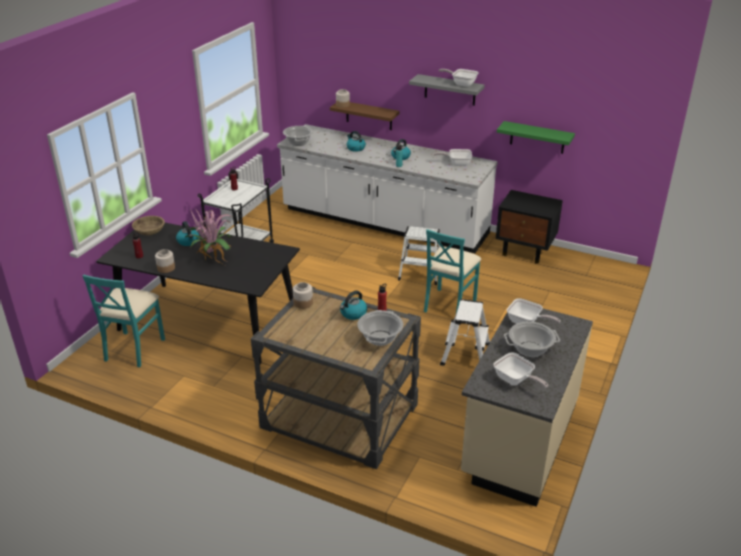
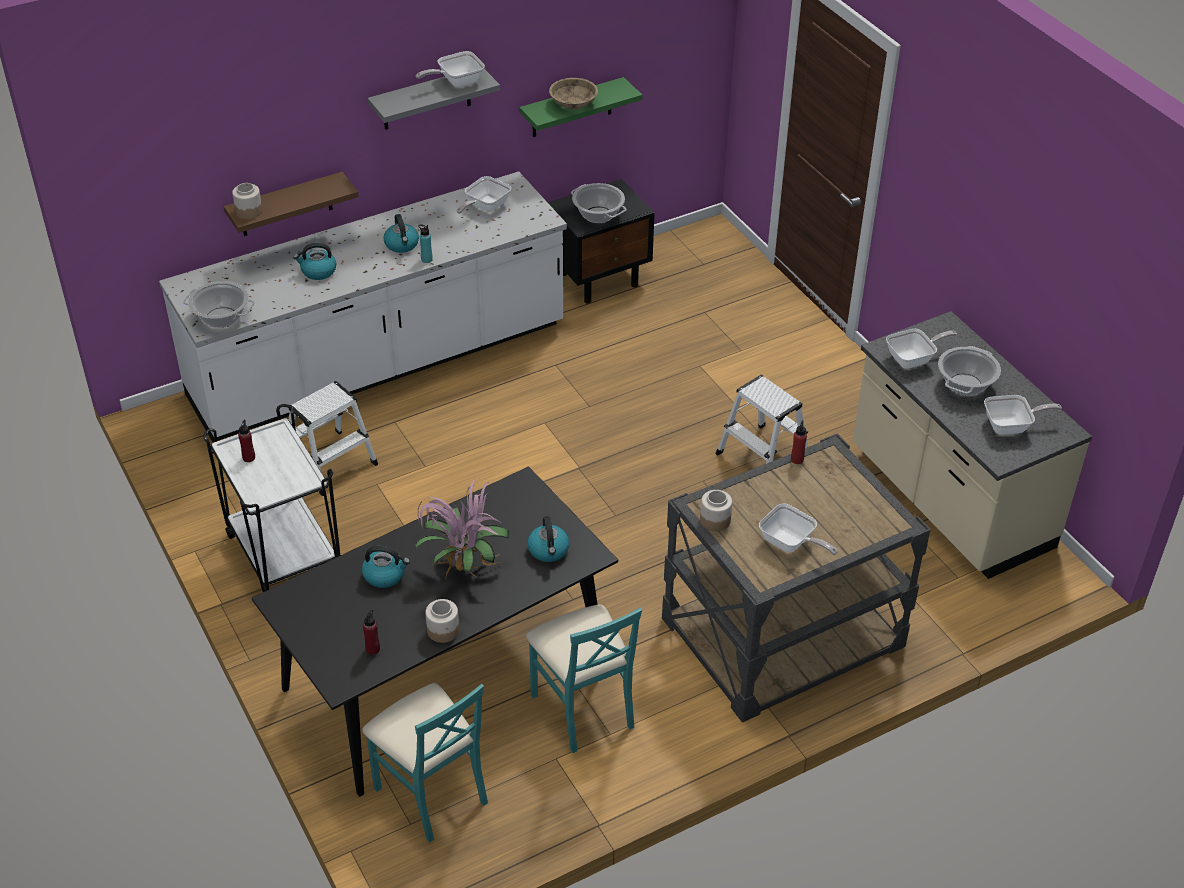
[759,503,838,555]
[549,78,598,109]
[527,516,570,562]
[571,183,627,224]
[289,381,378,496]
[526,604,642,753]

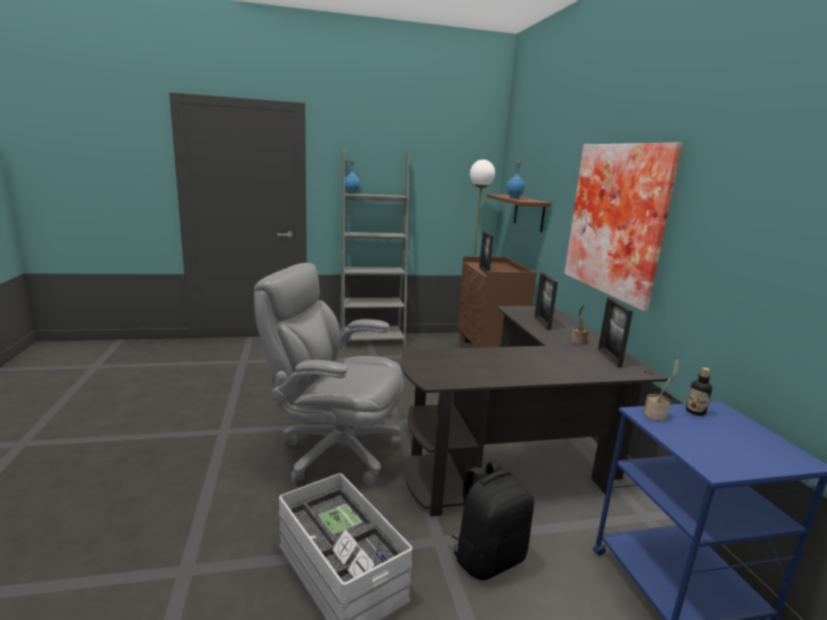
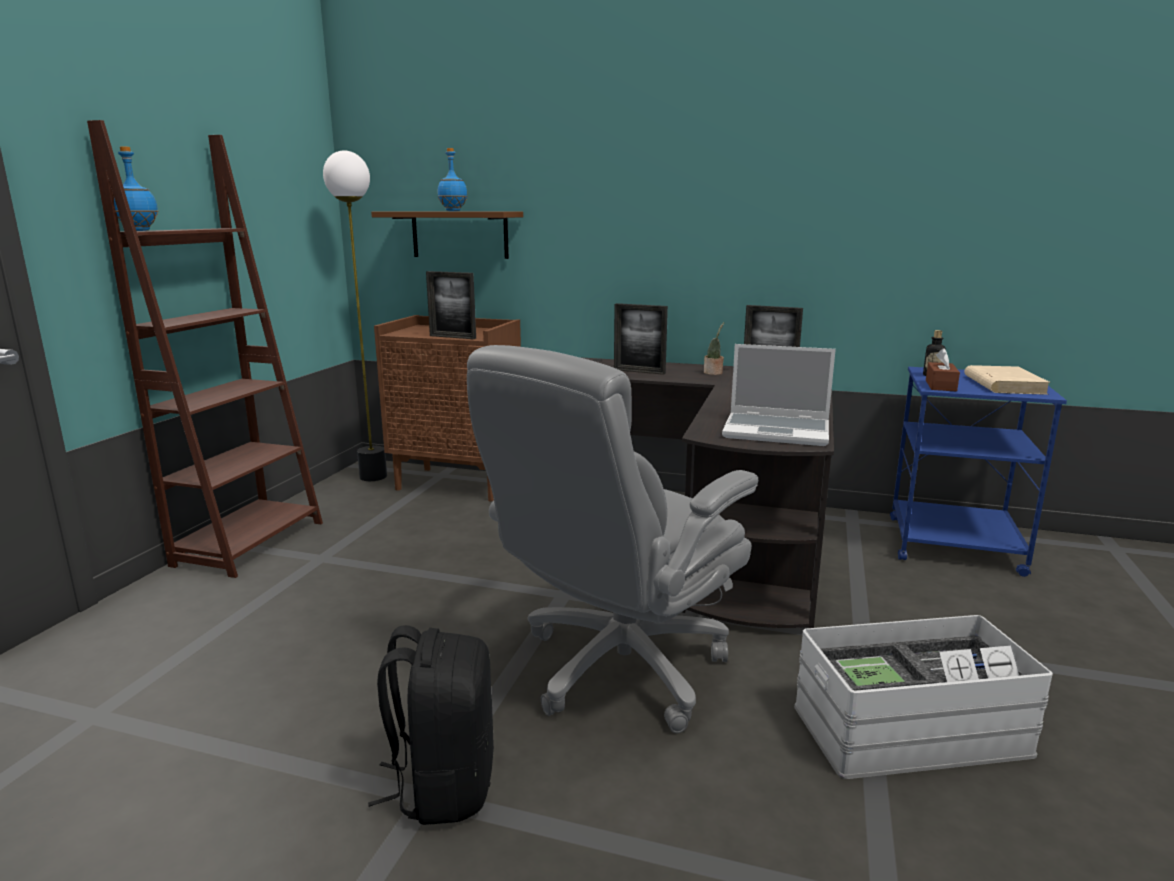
[564,143,682,311] (first image)
[722,344,836,446]
[964,365,1051,395]
[368,625,494,825]
[926,348,960,392]
[87,120,323,578]

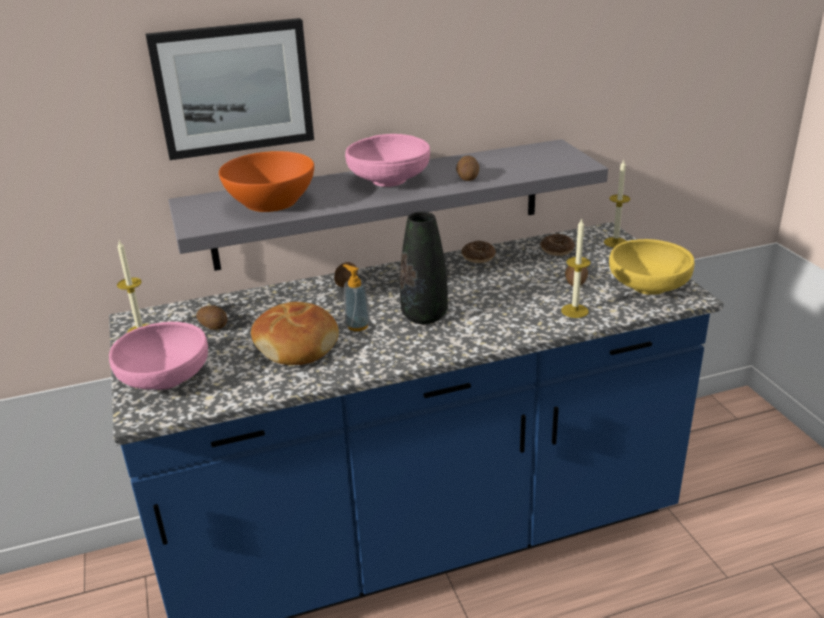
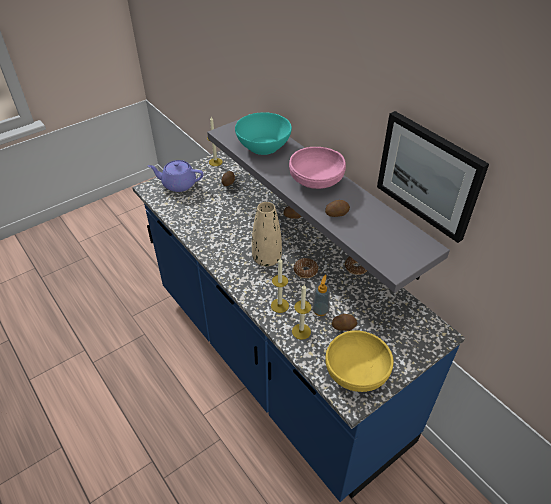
[251,302,339,365] (first image)
[377,111,489,243]
[312,275,330,316]
[294,258,318,278]
[271,258,289,313]
[148,160,204,192]
[235,112,292,155]
[252,202,282,266]

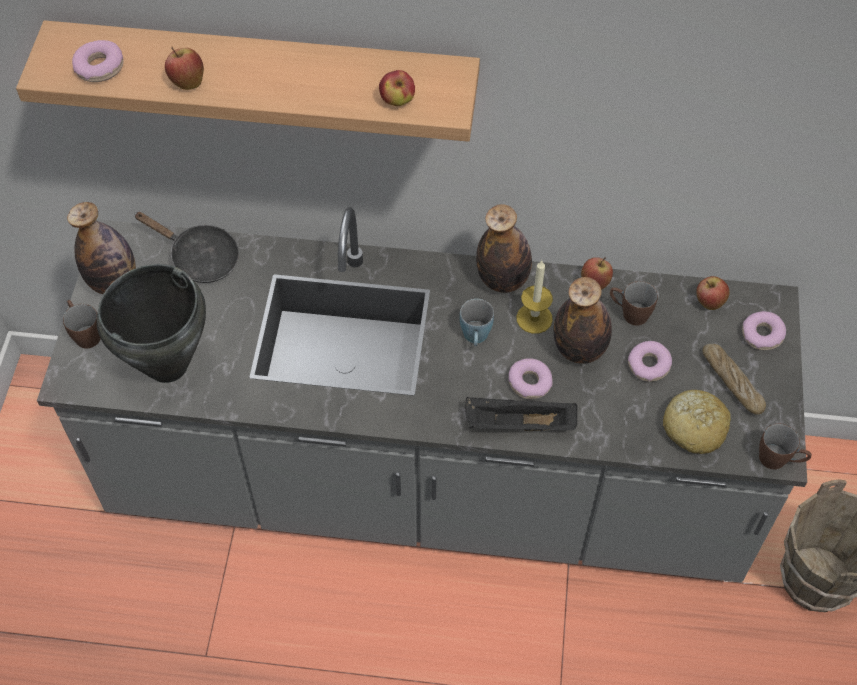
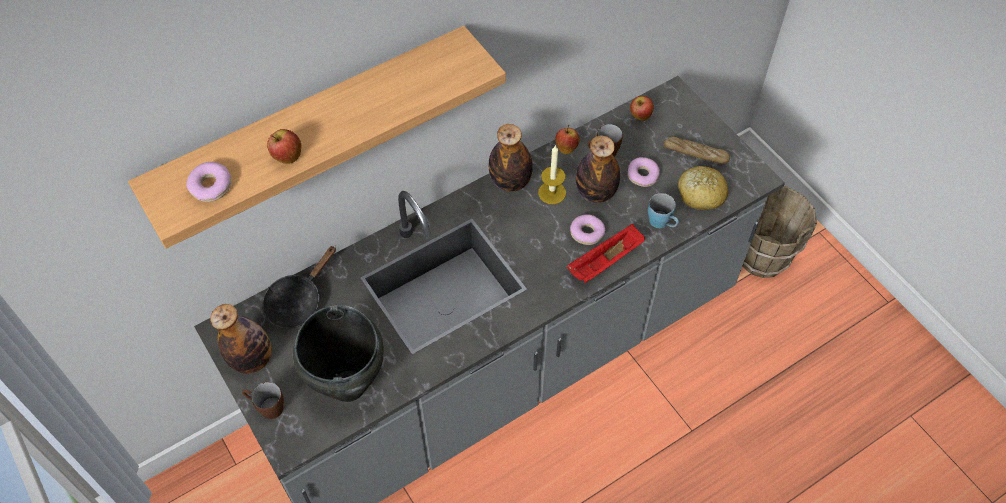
[379,70,415,106] (first image)
[742,311,786,350] (first image)
[759,424,812,469] (first image)
[648,193,679,228]
[566,224,645,283]
[263,245,336,329]

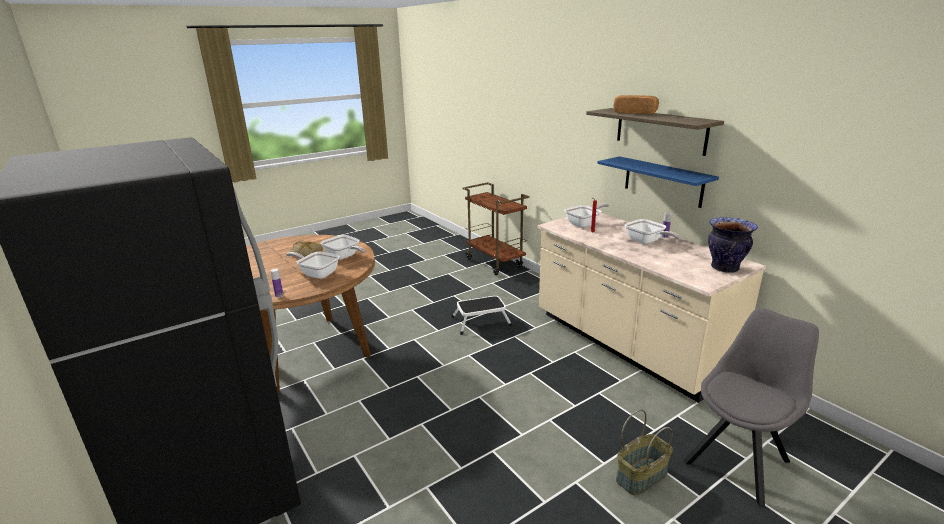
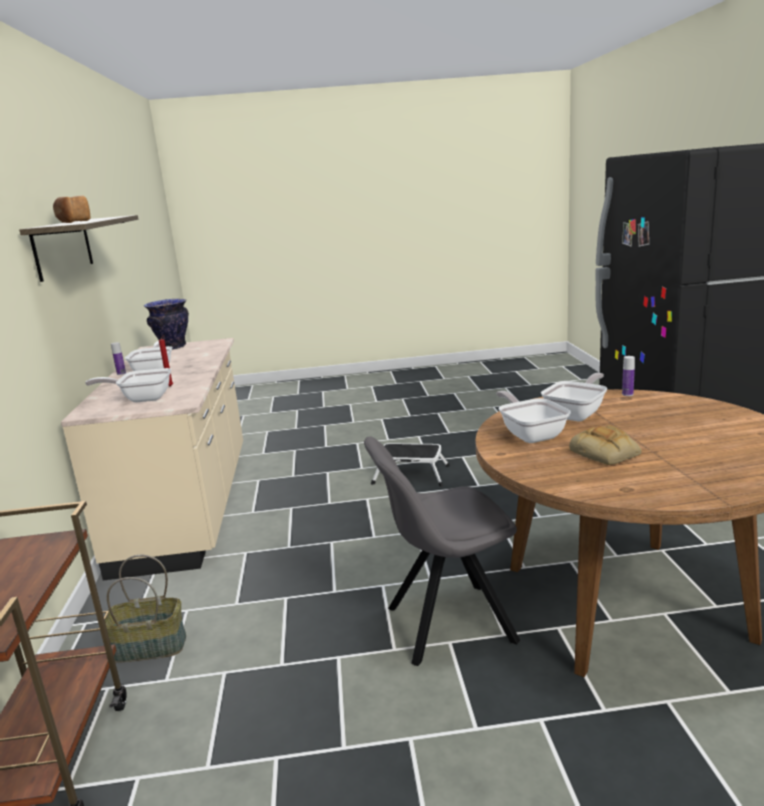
[597,156,719,208] (first image)
[371,443,450,487]
[104,555,186,663]
[364,436,520,666]
[541,373,608,422]

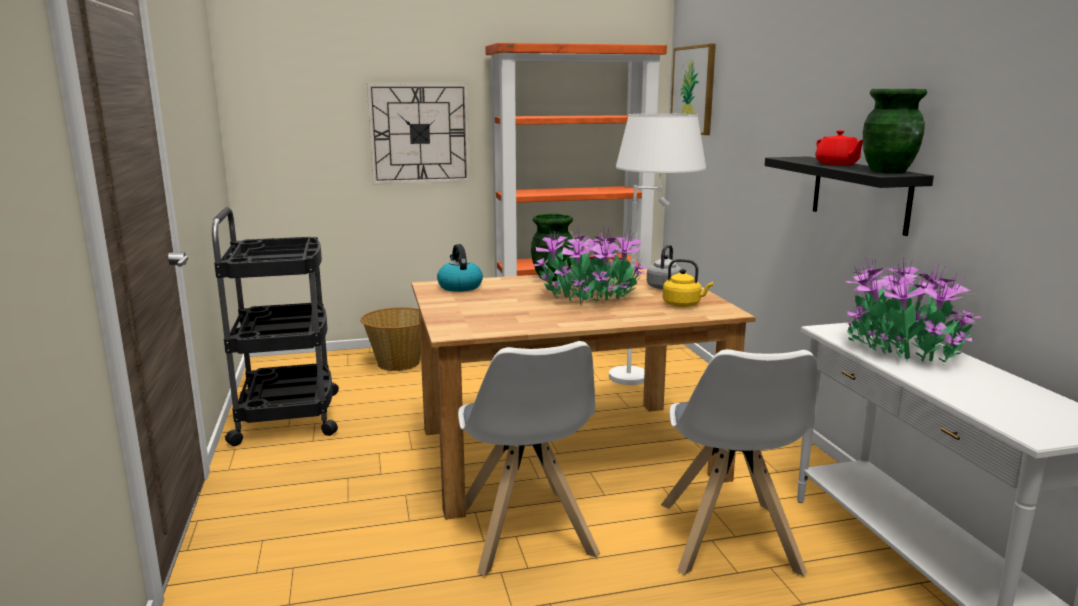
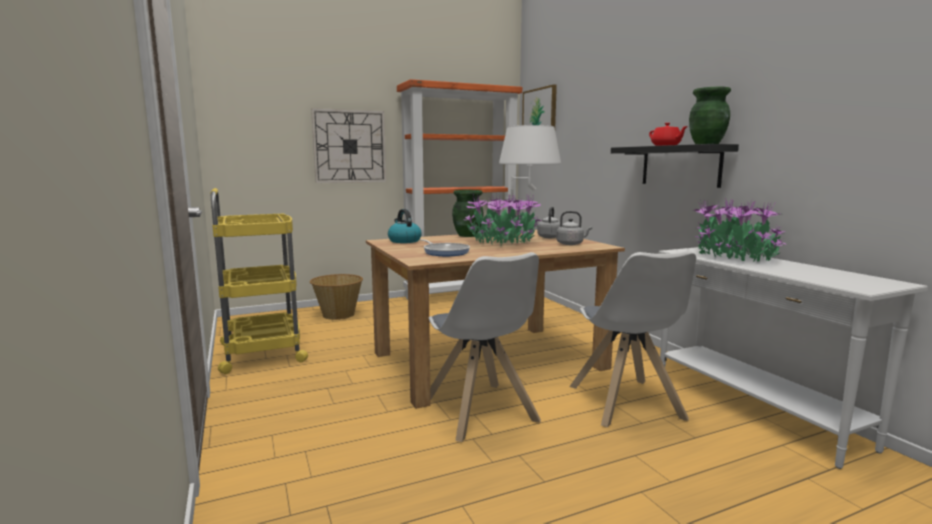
[420,239,470,256]
[210,188,308,374]
[556,211,592,245]

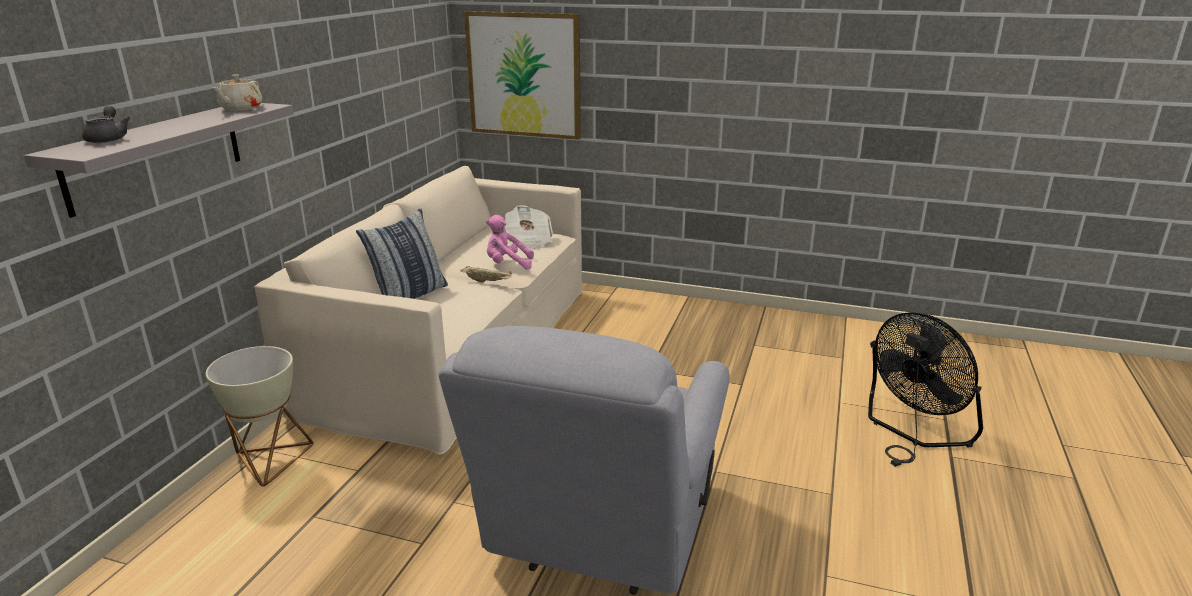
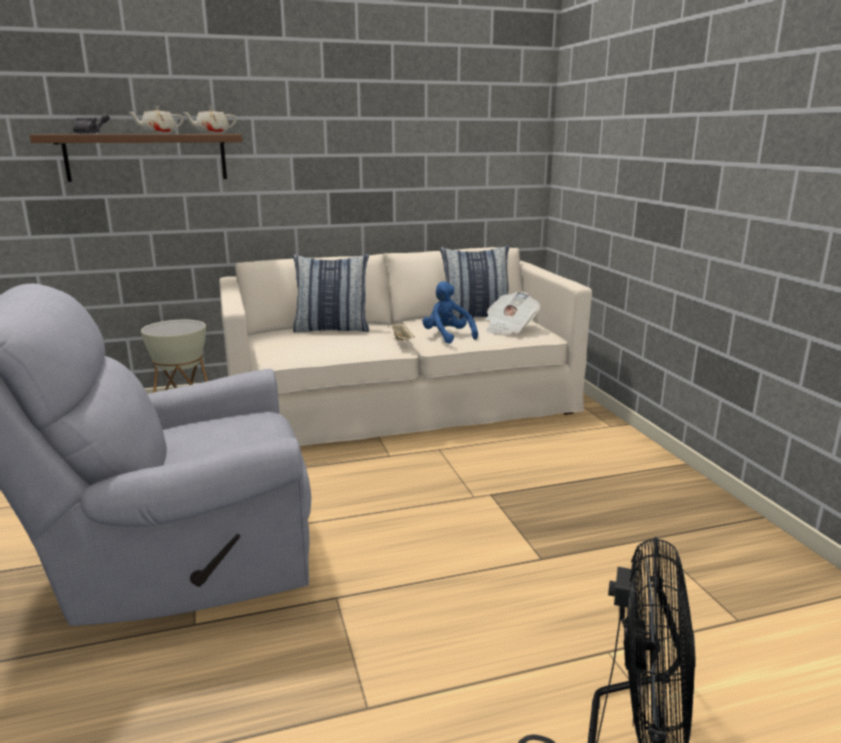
[464,11,581,140] (first image)
[128,106,184,134]
[440,245,509,319]
[30,134,242,182]
[422,281,478,344]

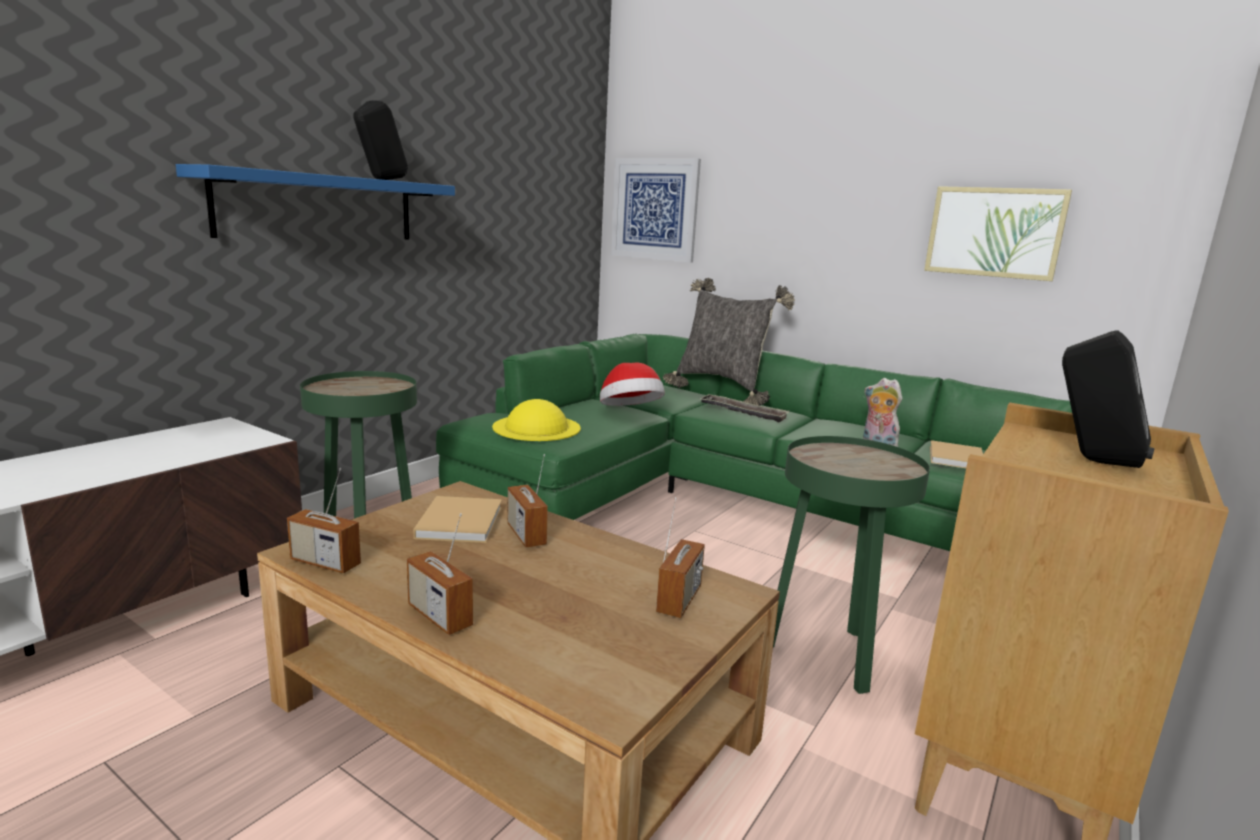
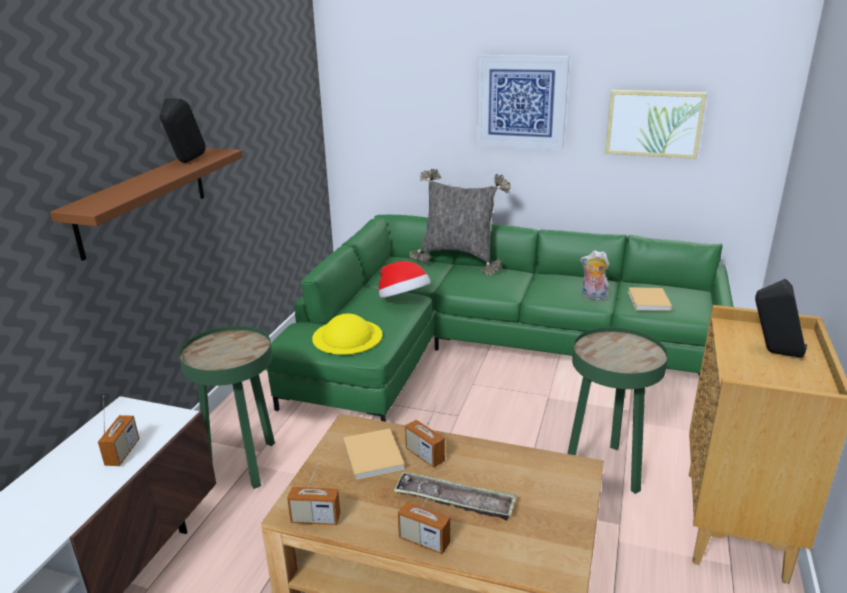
[476,55,569,150]
[98,395,139,466]
[394,472,516,520]
[50,148,243,261]

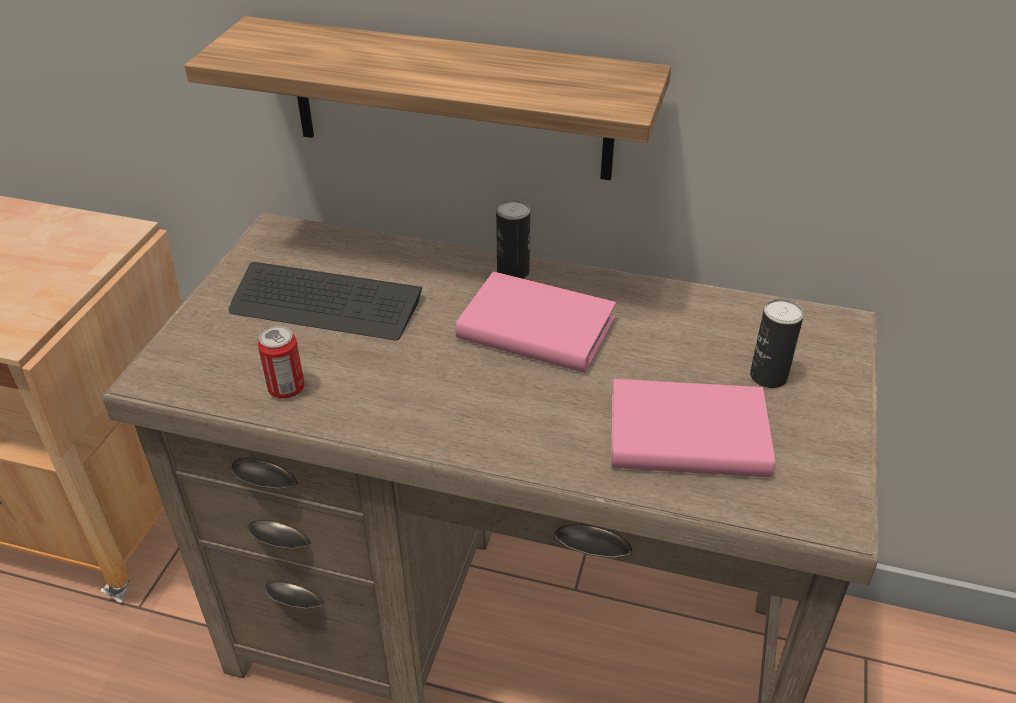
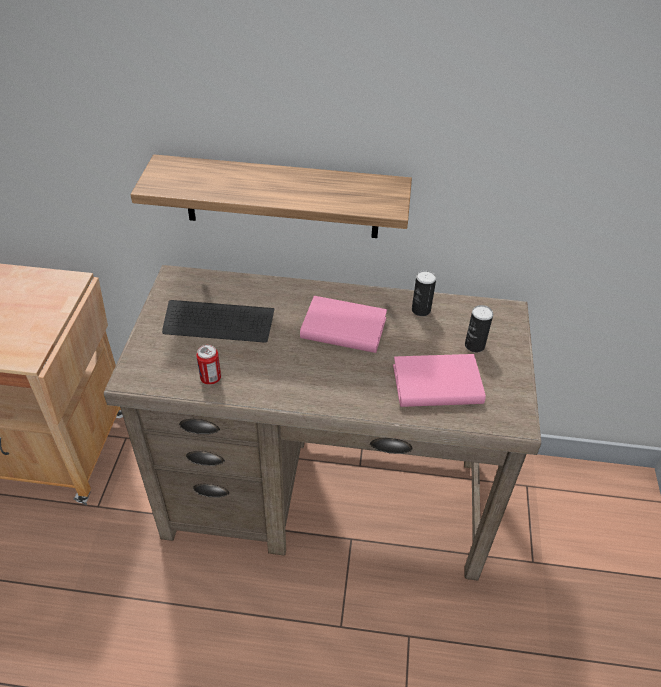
[412,270,436,316]

